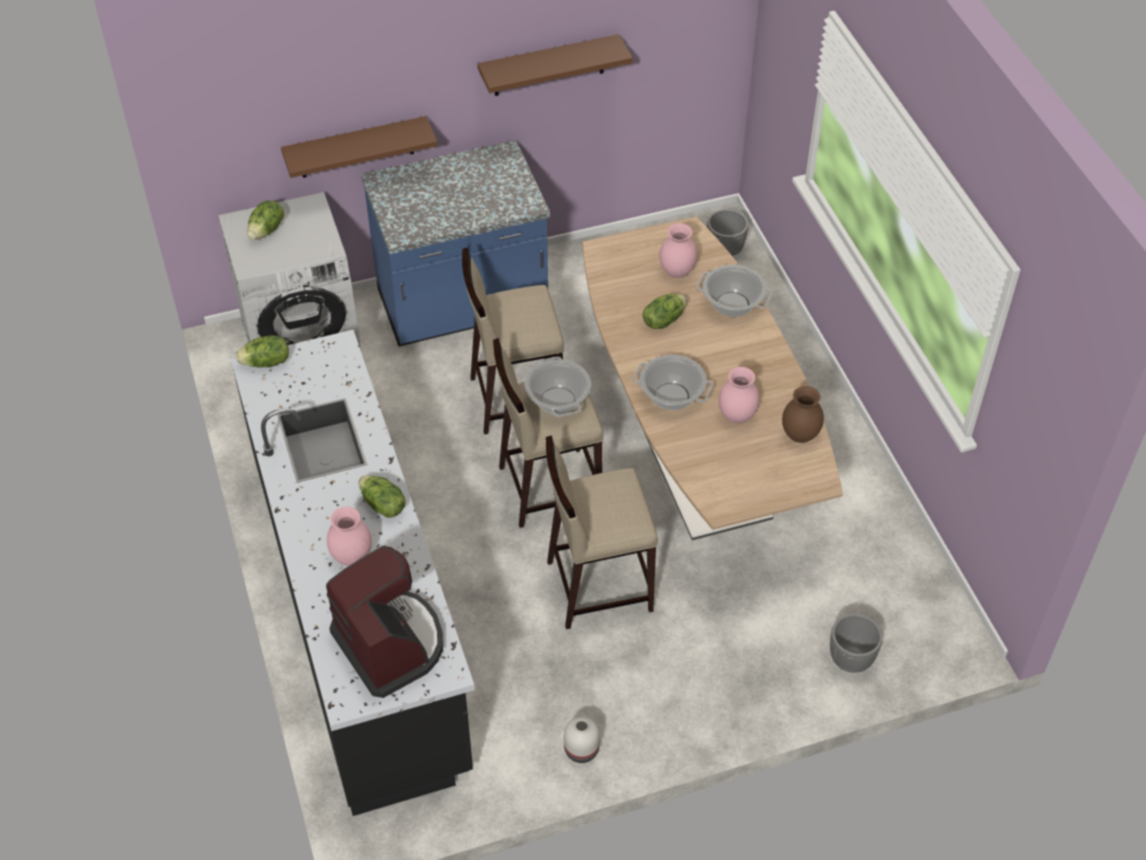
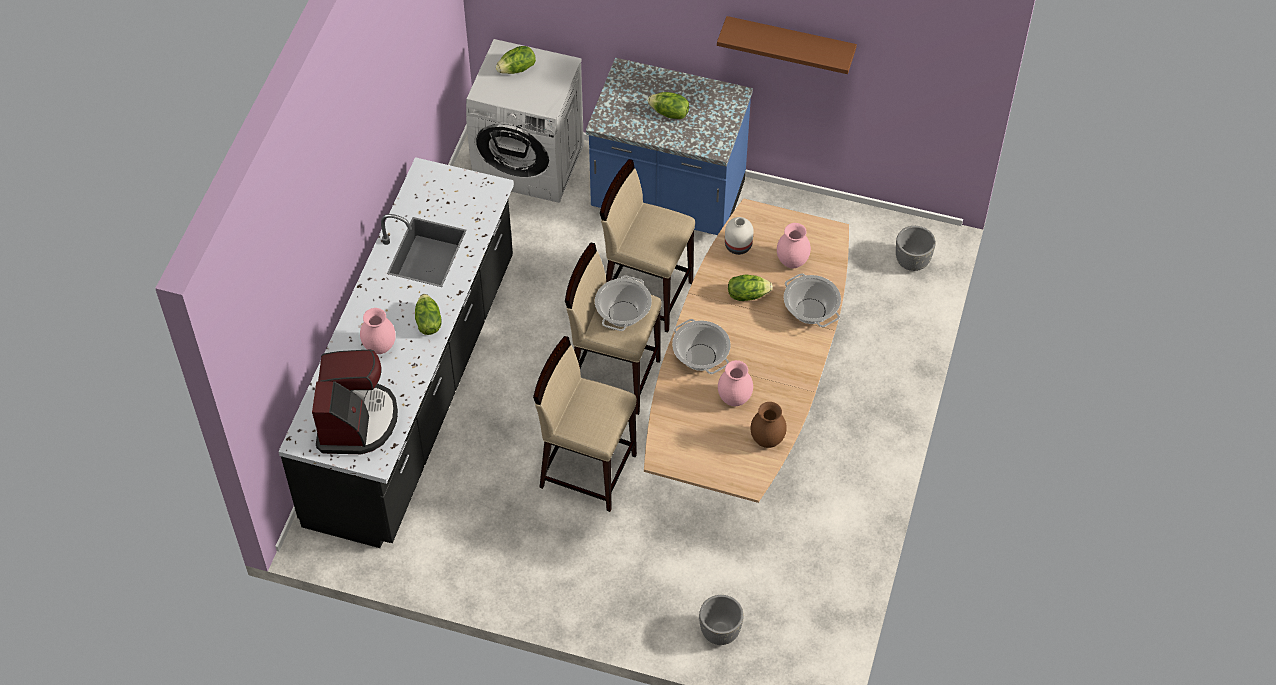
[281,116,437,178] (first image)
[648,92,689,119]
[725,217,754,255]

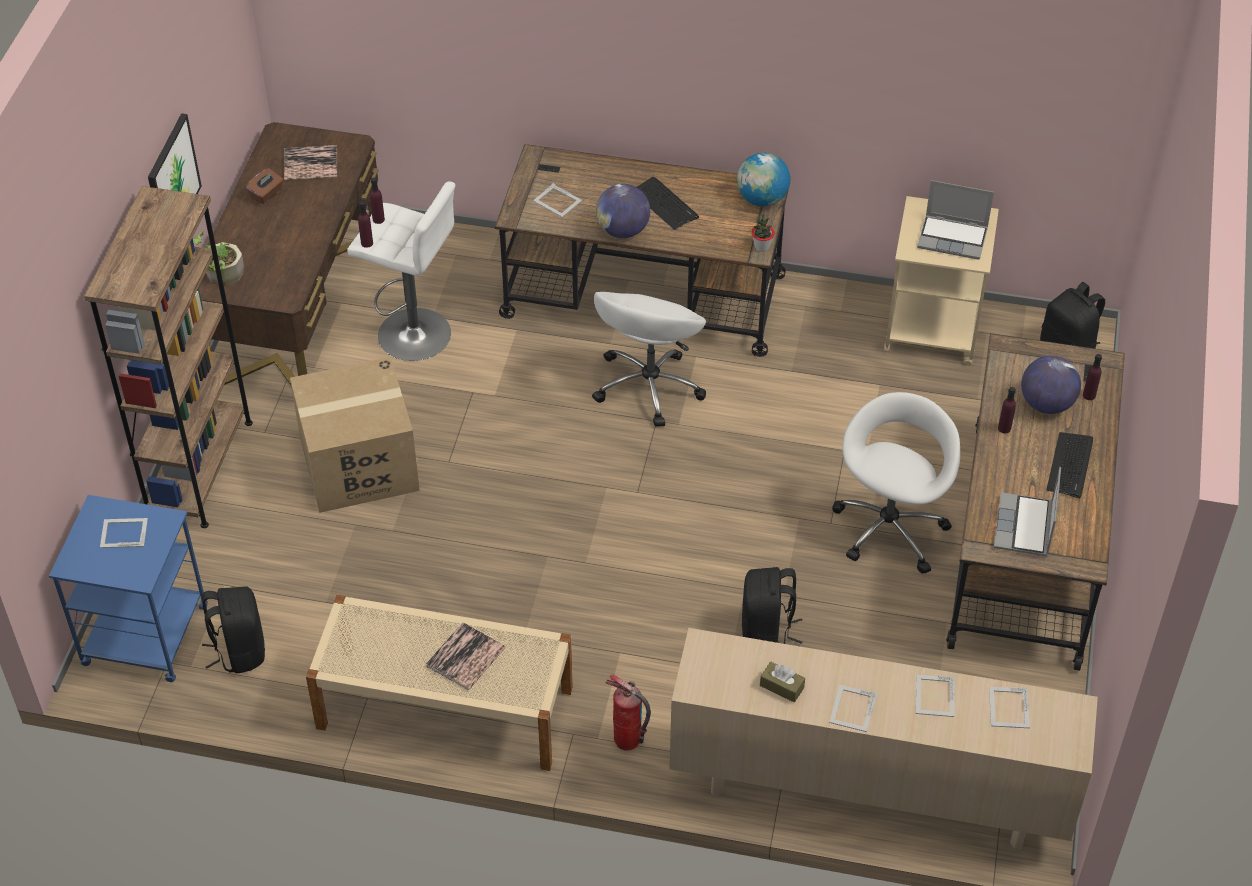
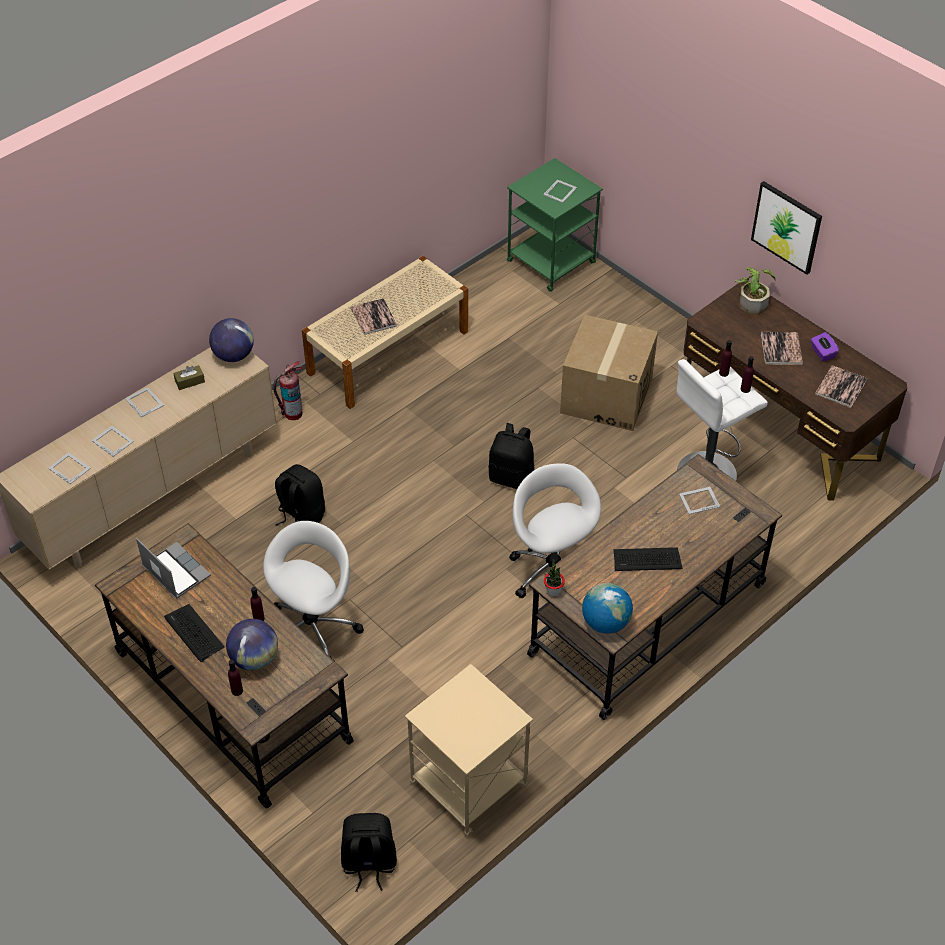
[84,186,253,528] (first image)
[917,180,994,259] (first image)
[761,332,803,365]
[488,423,534,489]
[209,318,254,362]
[507,158,603,291]
[811,332,839,361]
[263,521,364,658]

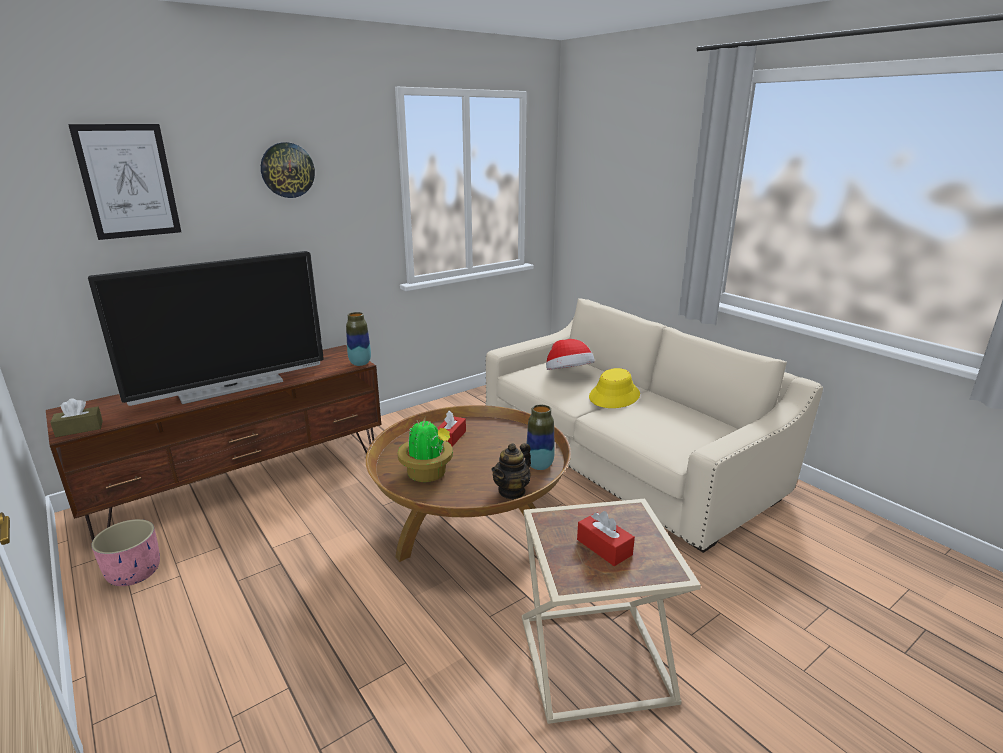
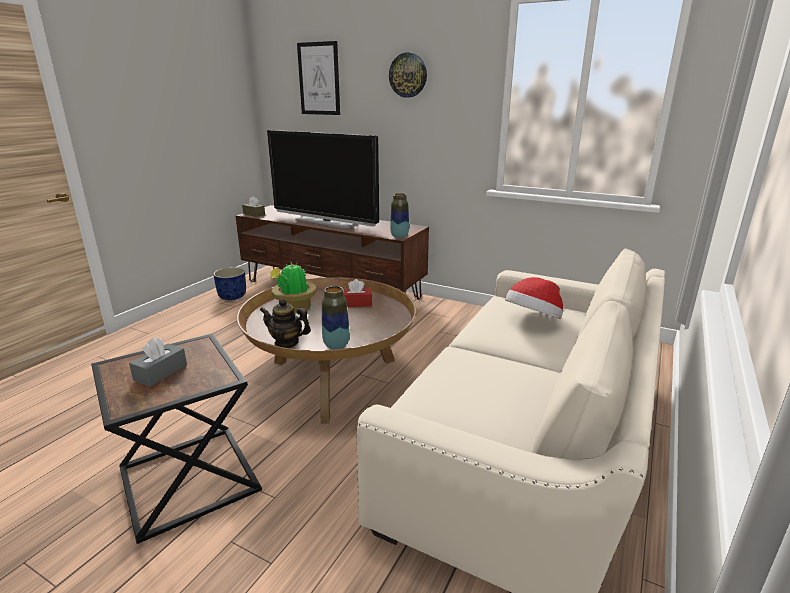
[589,368,640,408] (first image)
[213,267,246,300]
[91,333,262,544]
[129,337,187,387]

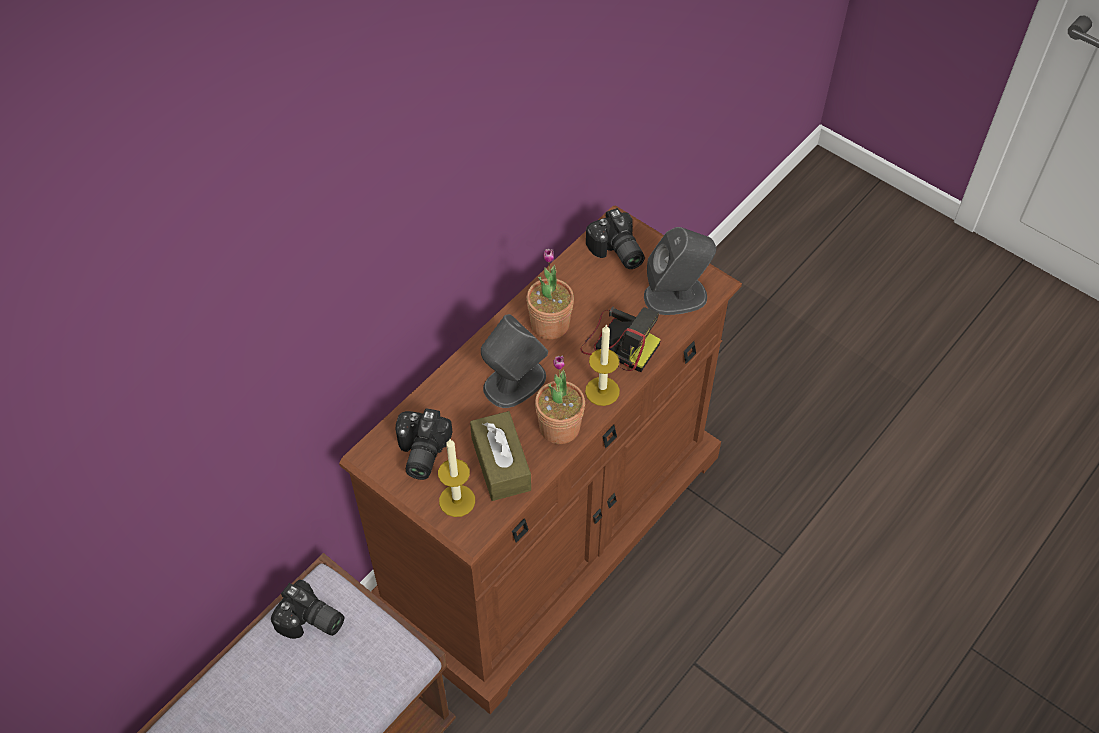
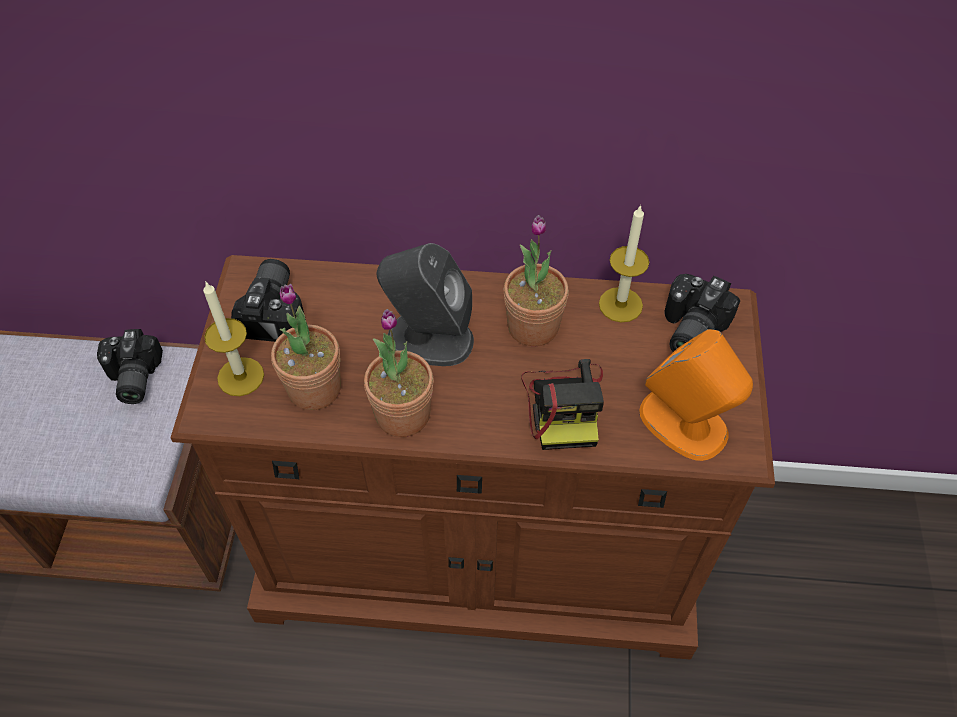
[599,205,649,323]
[271,284,341,410]
[639,329,753,461]
[231,259,306,342]

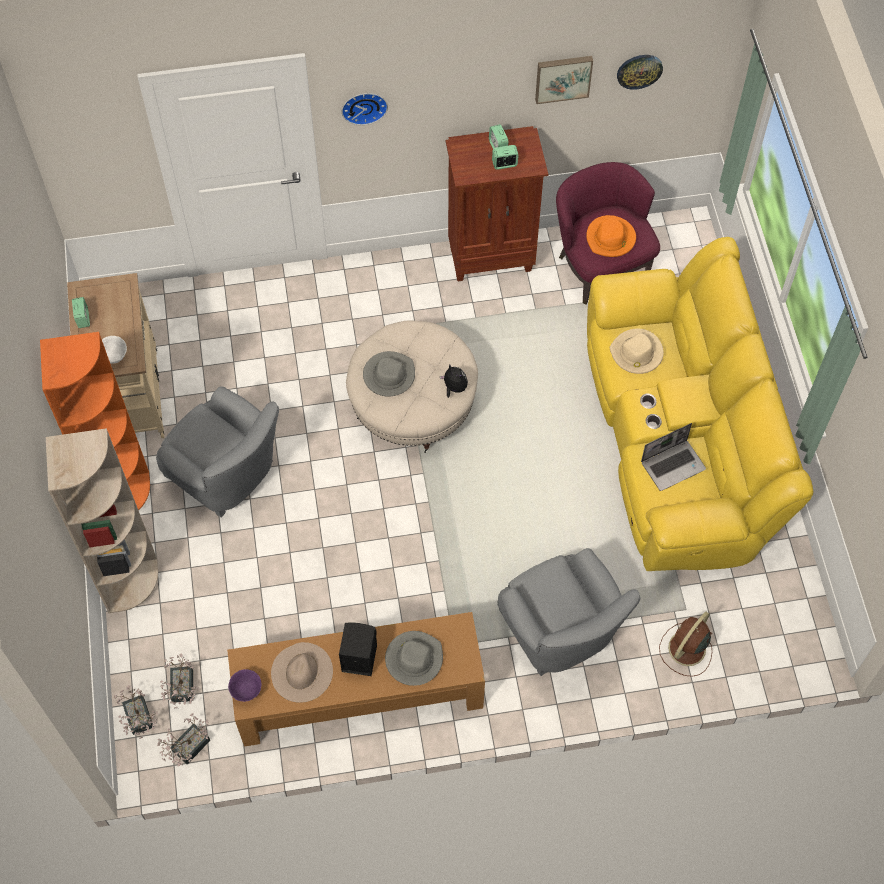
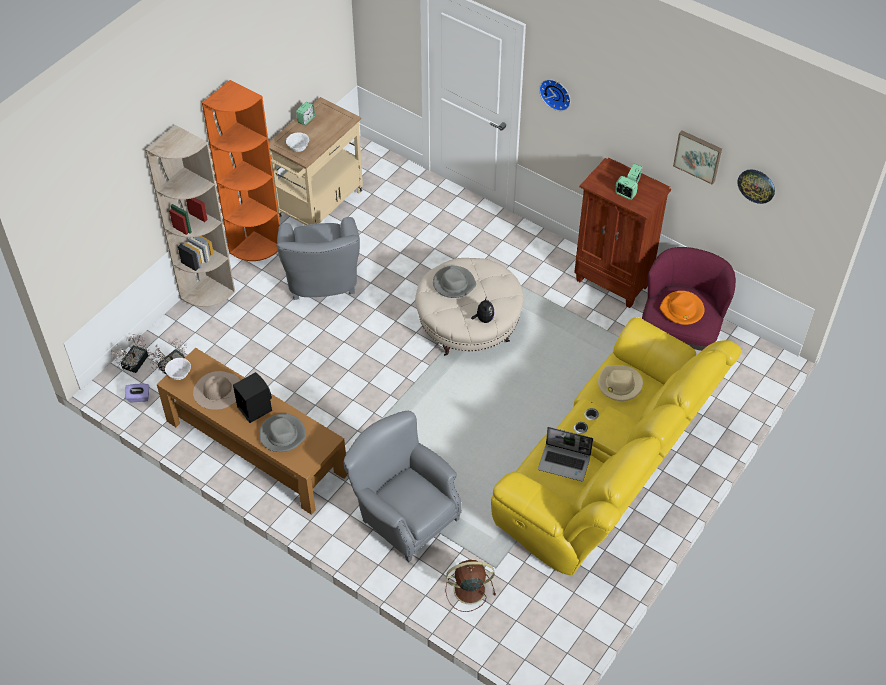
[125,384,149,402]
[165,358,191,380]
[343,411,462,562]

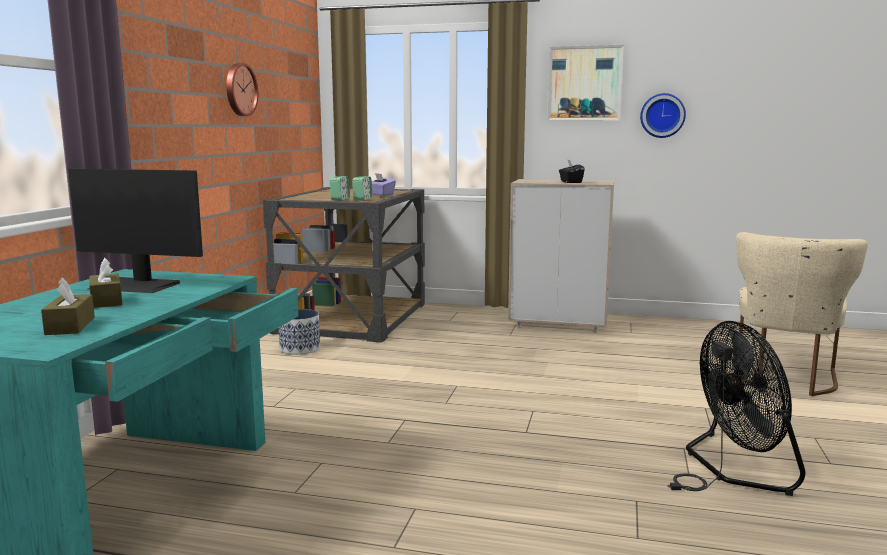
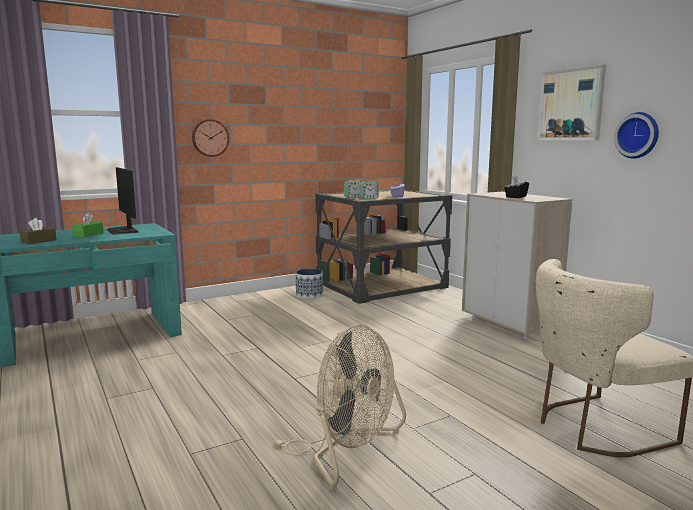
[192,119,229,157]
[72,213,103,237]
[275,325,406,491]

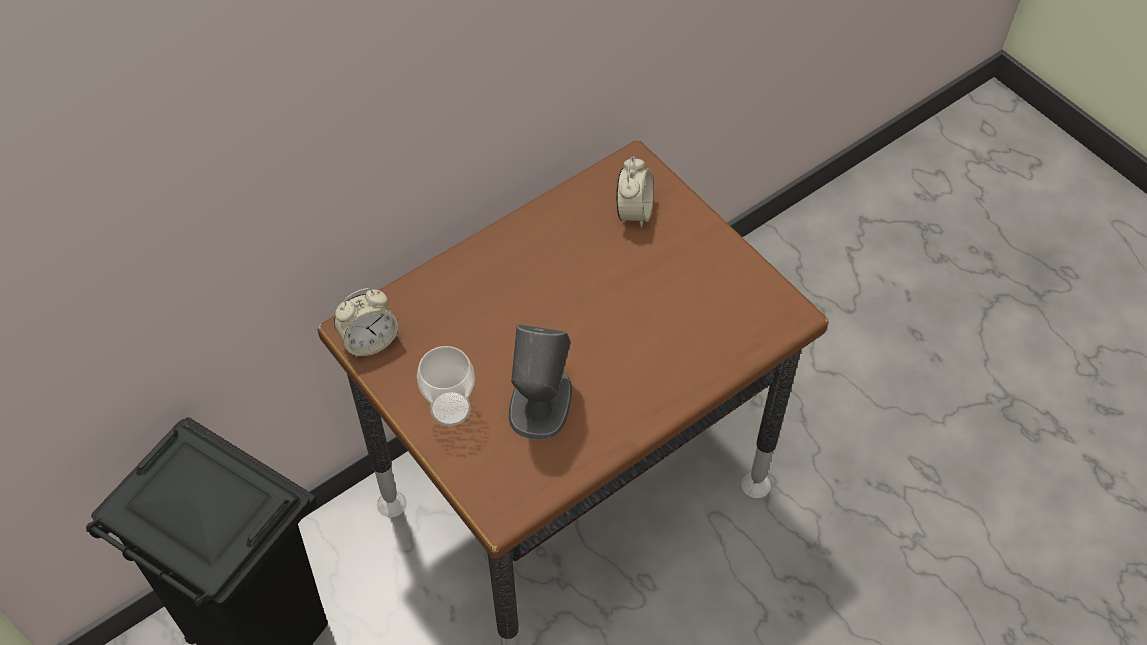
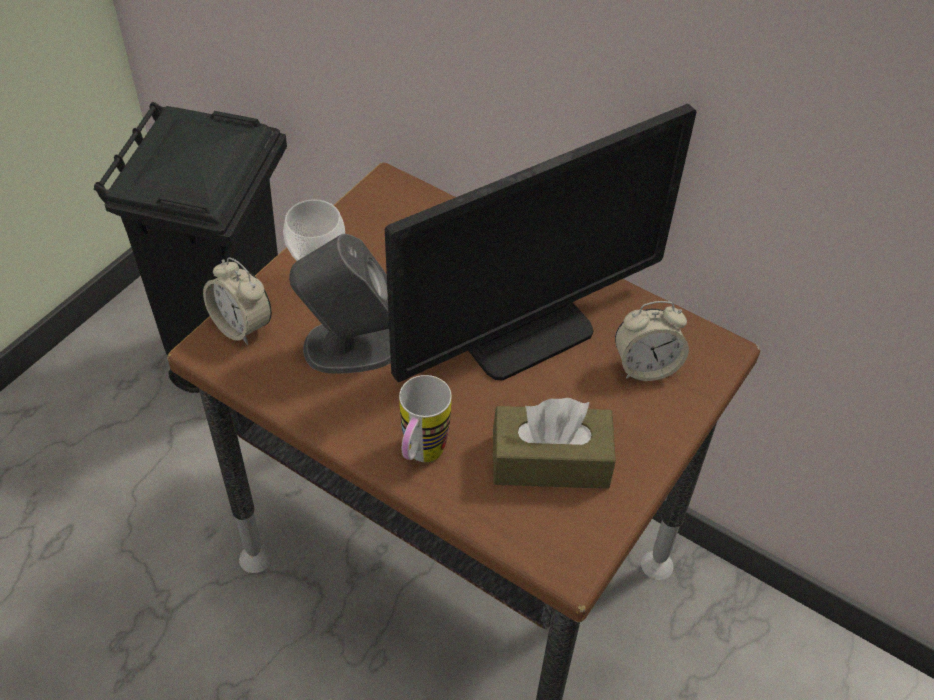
[385,104,696,382]
[399,375,452,462]
[493,398,616,489]
[203,257,272,345]

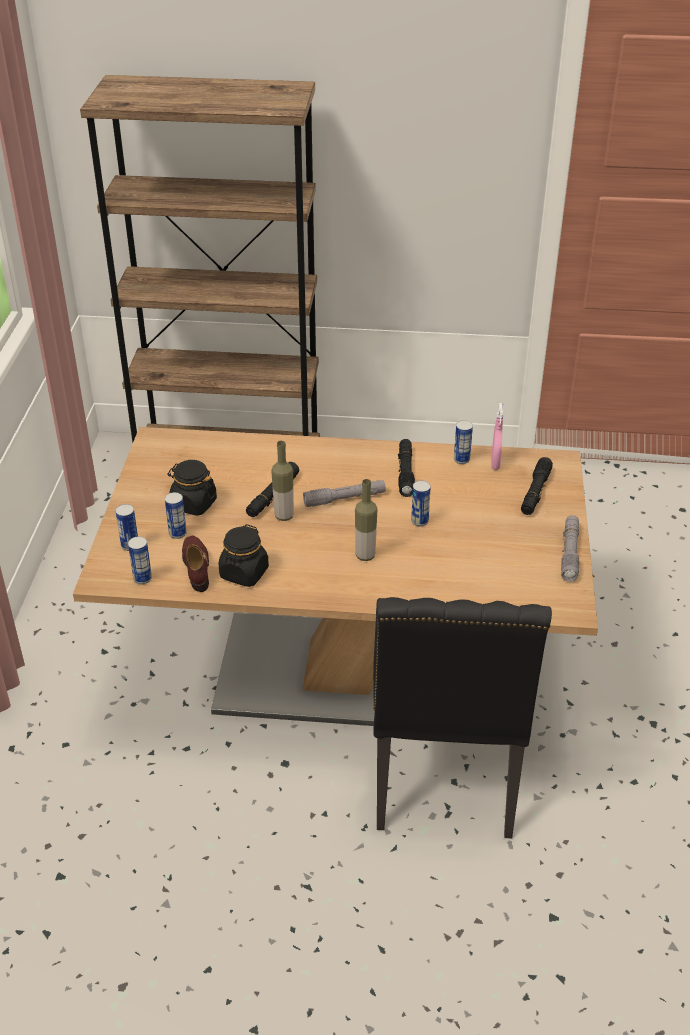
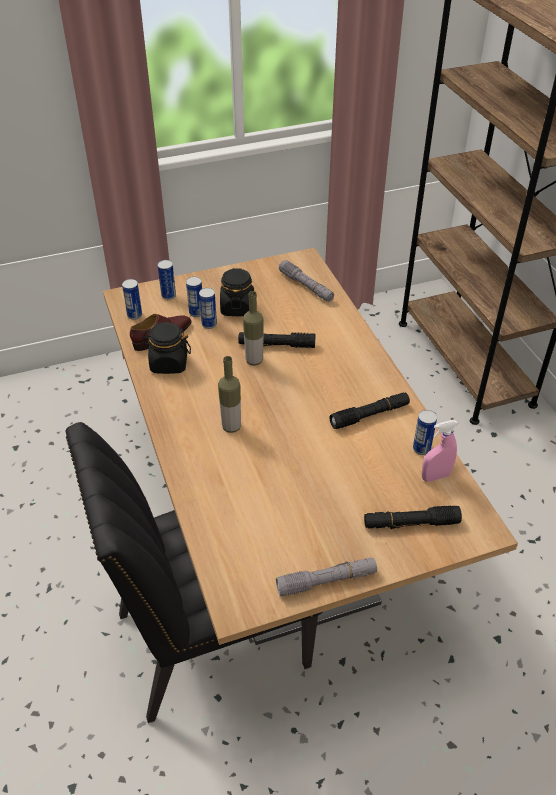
[279,260,334,302]
[199,288,217,329]

